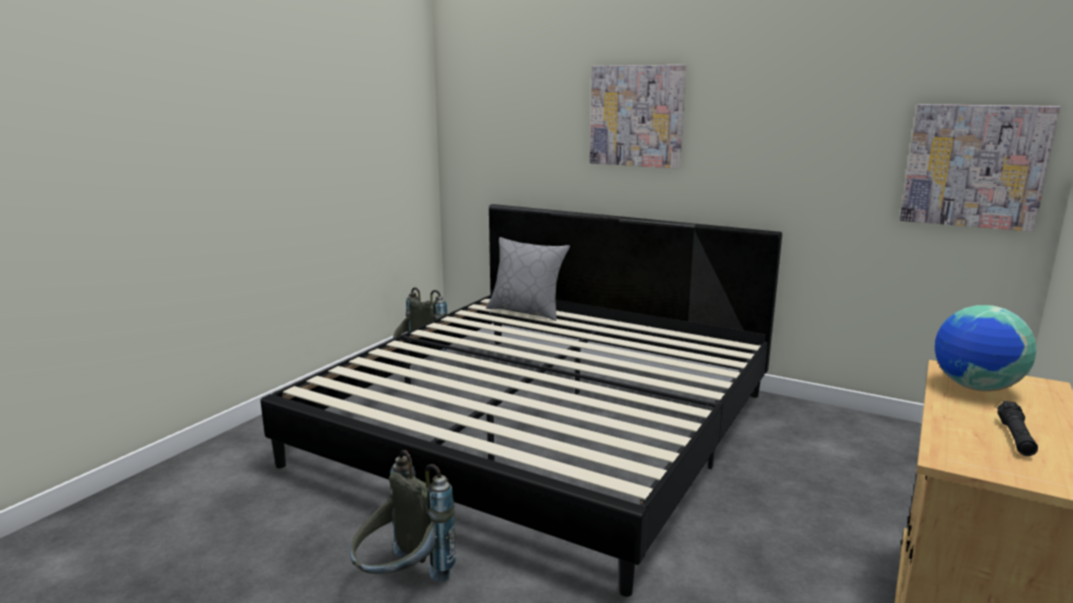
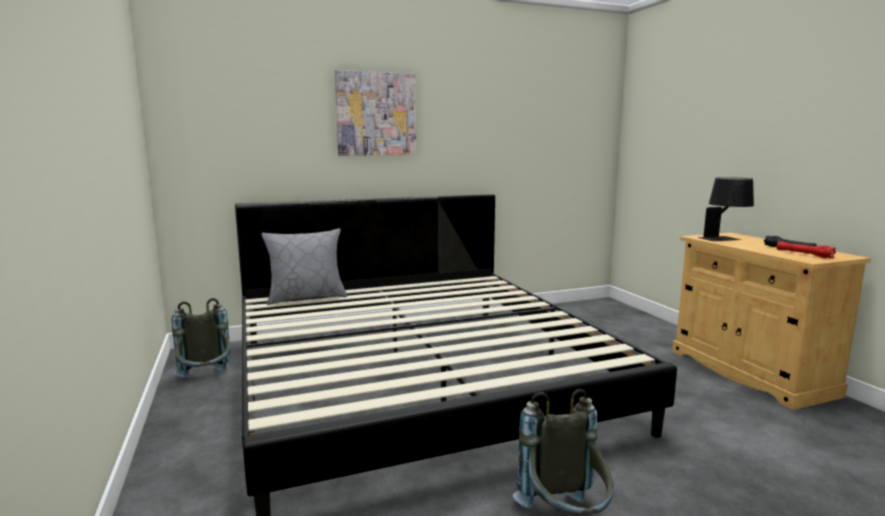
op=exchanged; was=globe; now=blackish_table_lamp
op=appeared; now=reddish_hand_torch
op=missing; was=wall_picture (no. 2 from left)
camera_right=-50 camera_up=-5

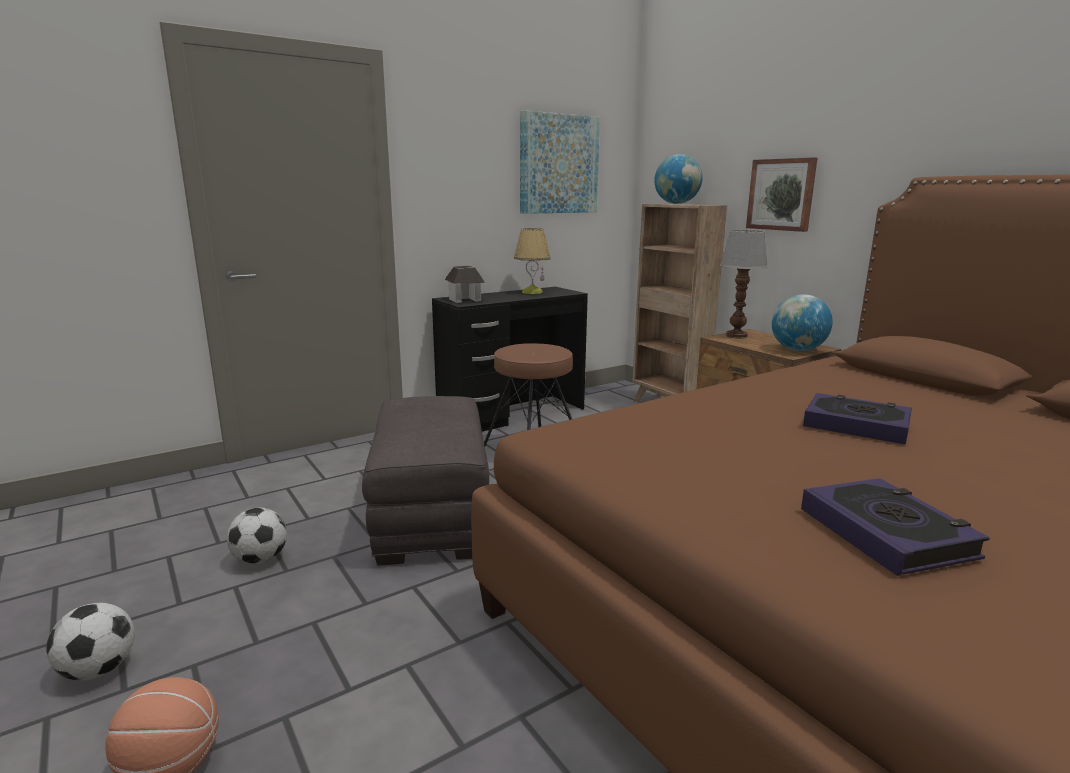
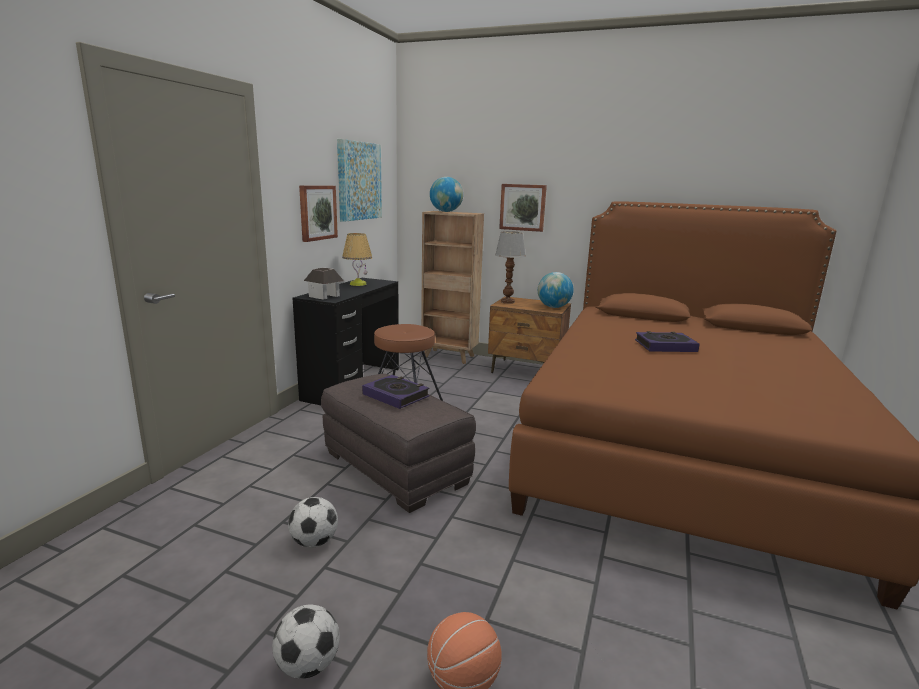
op=appeared; now=wall_picture (no. 1 from left)
op=relocated; was=book (no. 2 from left in the first image); now=book (no. 1 from left)
camera_right=-35 camera_up=0

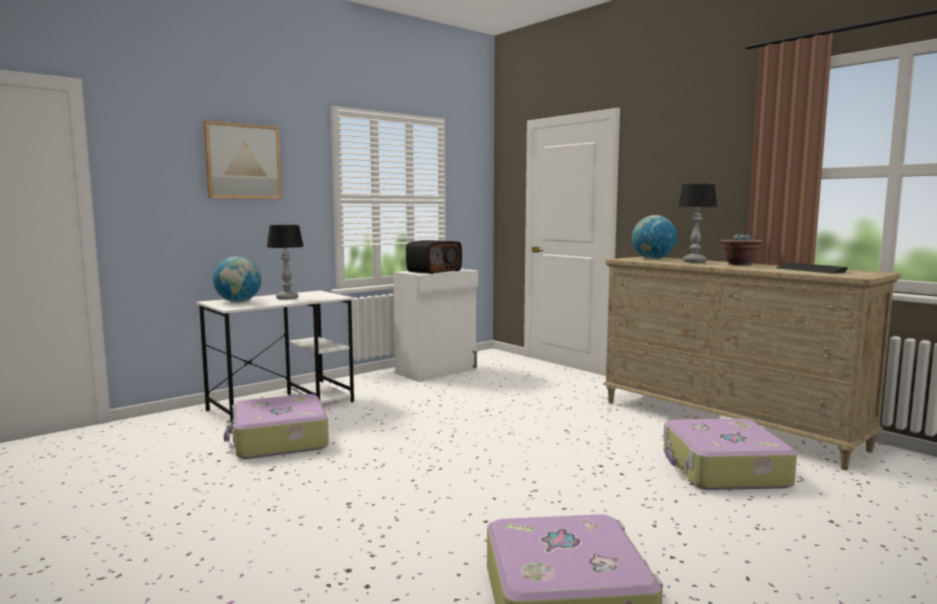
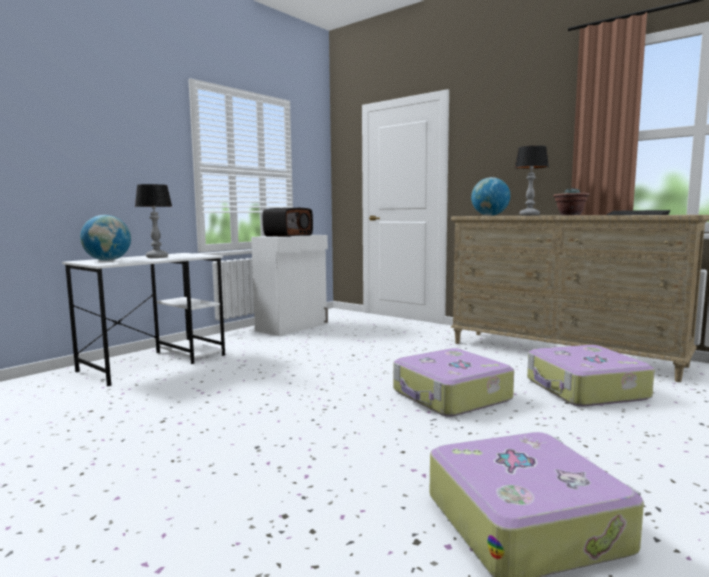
op=relocated; was=piece_of_luggage (no. 1 from left)
op=missing; was=wall_picture
camera_right=-10 camera_up=0

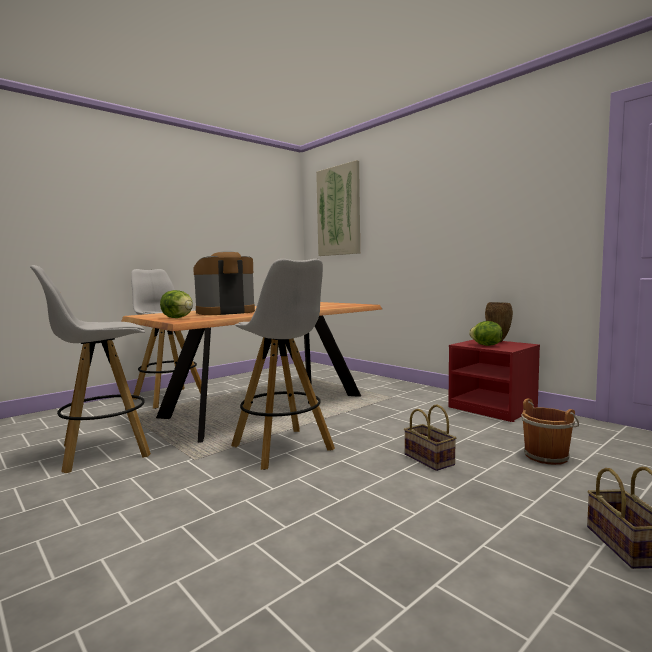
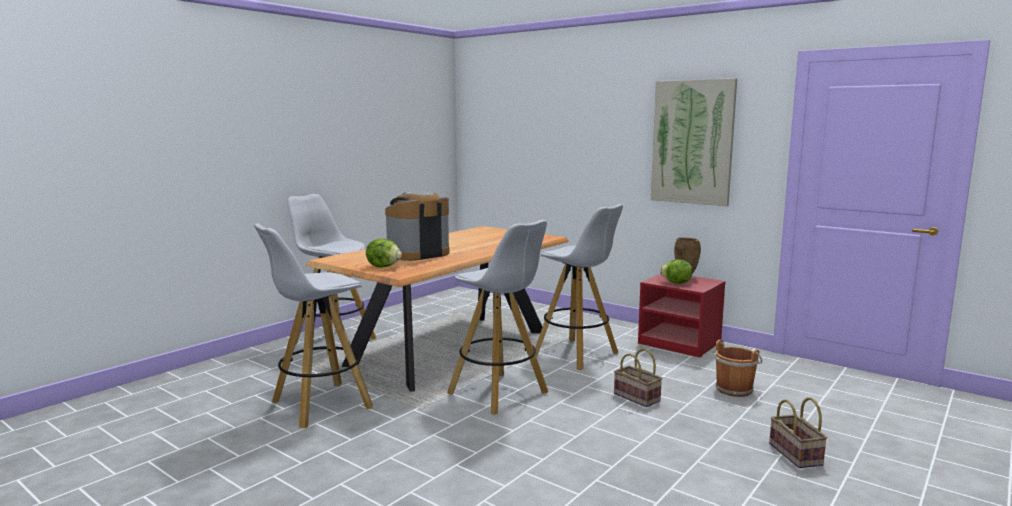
op=appeared; now=whitish_stool_seat (no. 4 from left)
op=relocated; was=wall_picture
camera_right=-10 camera_up=5

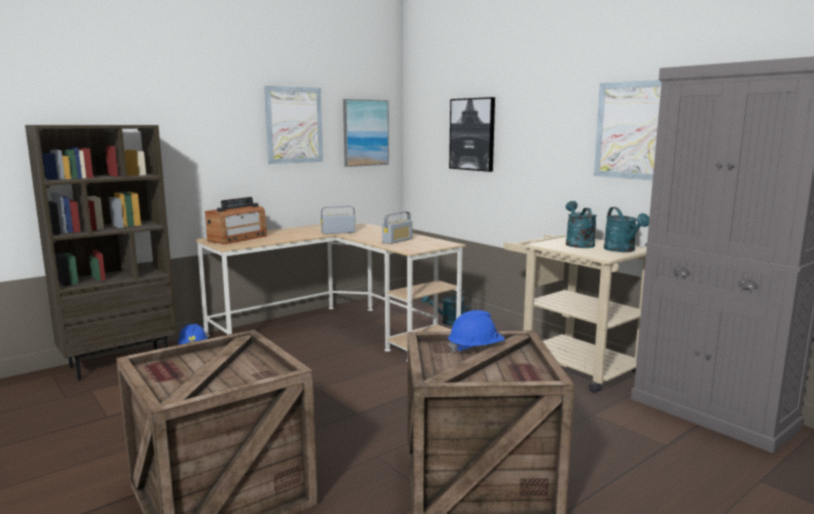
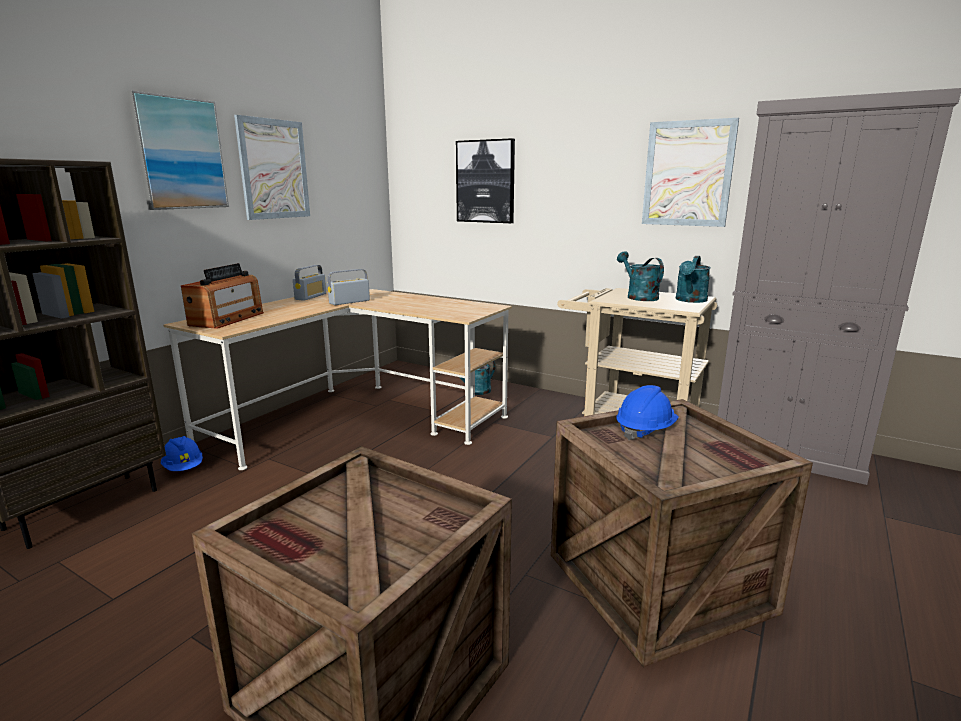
op=relocated; was=wall_picture (no. 2 from left in the first image); now=wall_picture (no. 1 from left)
op=relocated; was=radio (no. 3 from left in the first image); now=radio (no. 2 from left)
op=spun; was=turquoise-coloured_watering_can (no. 3 from left); clockwise=60
camera_right=-20 camera_up=5

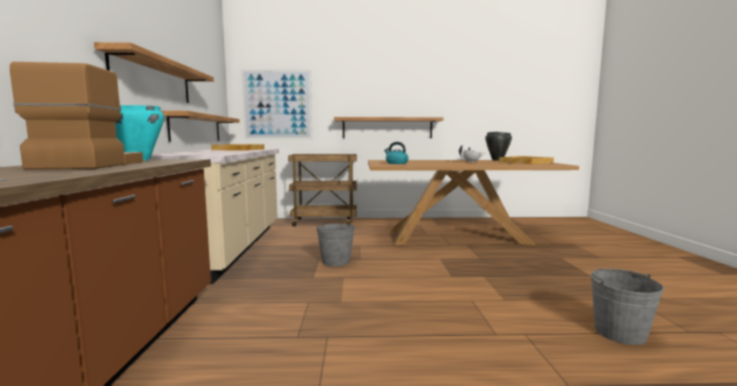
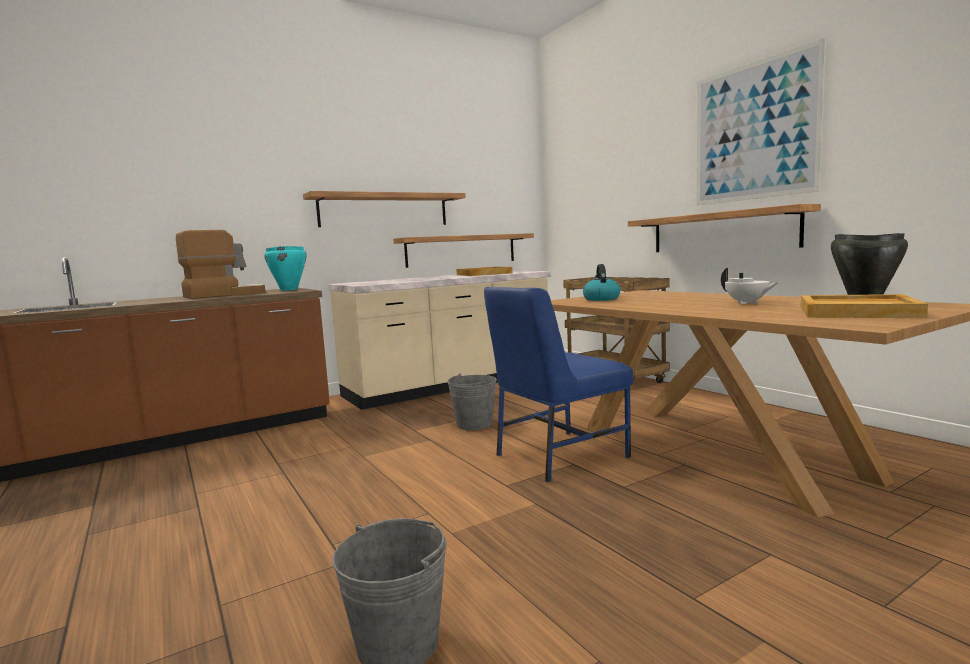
op=appeared; now=bluish_plain_chair
op=relocated; was=wall_picture
camera_right=60 camera_up=0

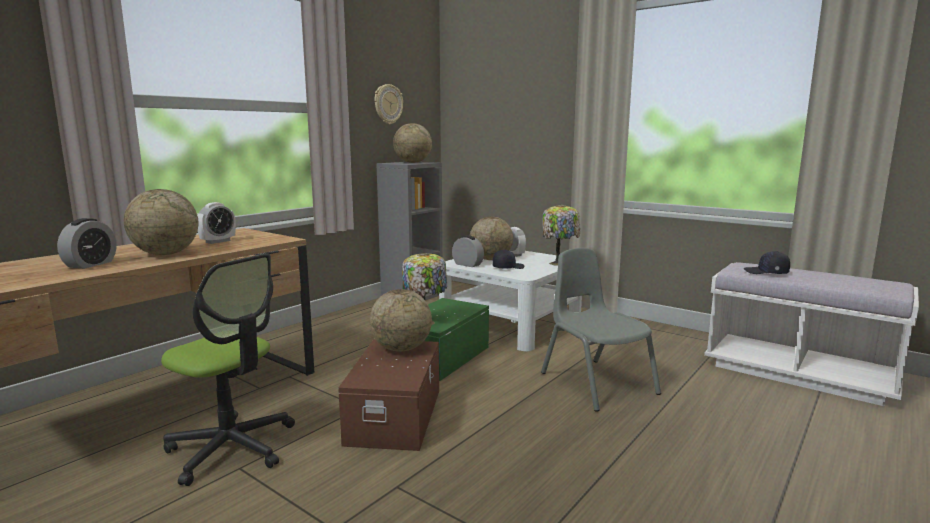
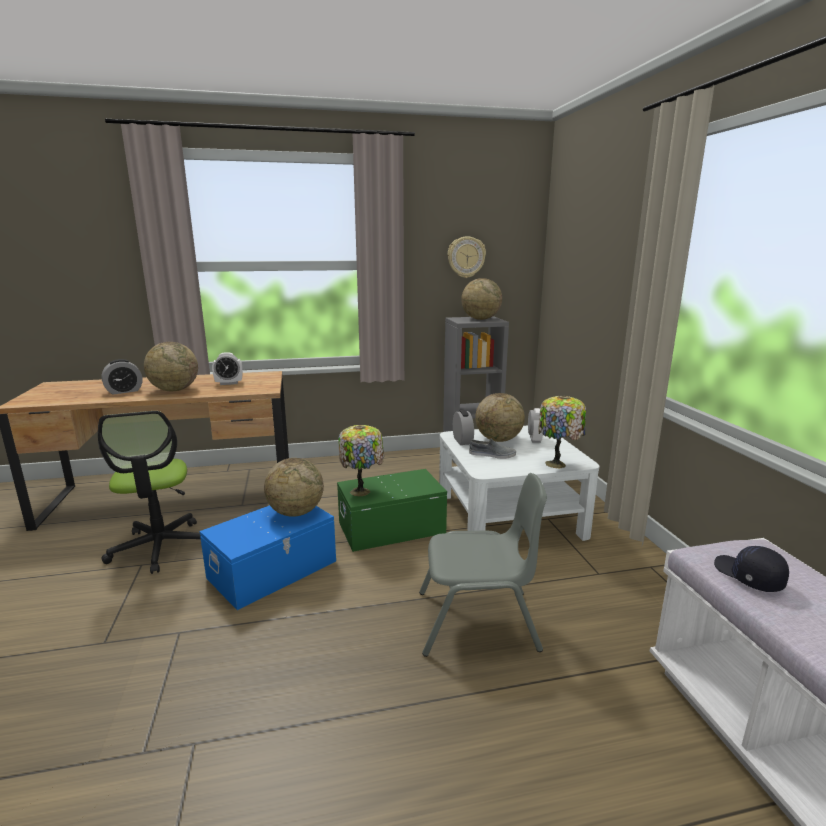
op=colour; was=brown_storage_box; now=bluish_storage_box
op=spun; was=gray_plain_chair; clockwise=75
op=exchanged; was=blackish_baseball_cap (no. 1 from left); now=gray_low_shoe
camera_right=40 camera_up=5

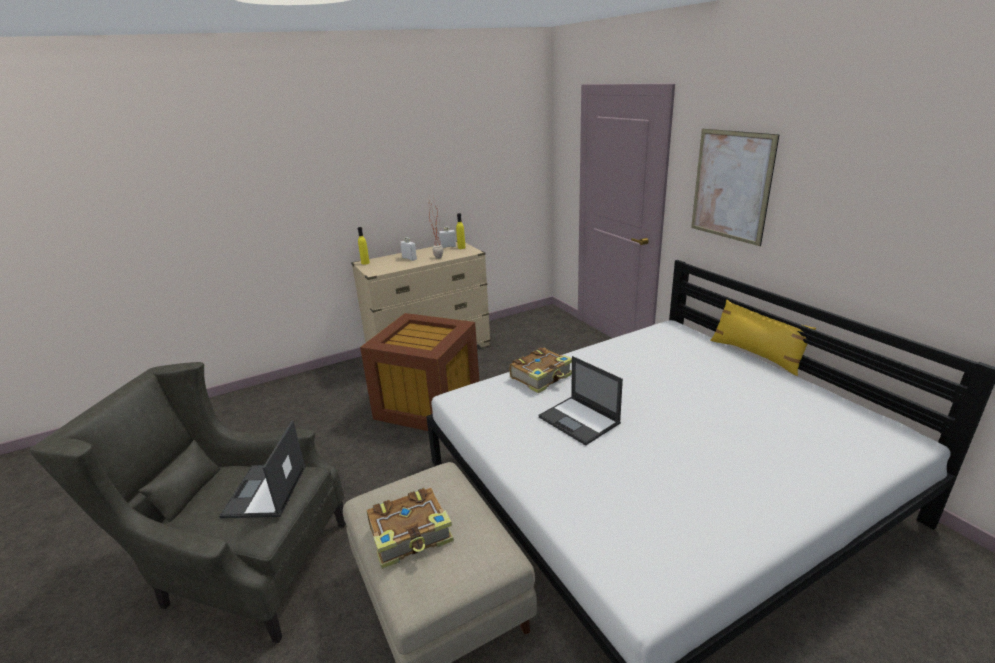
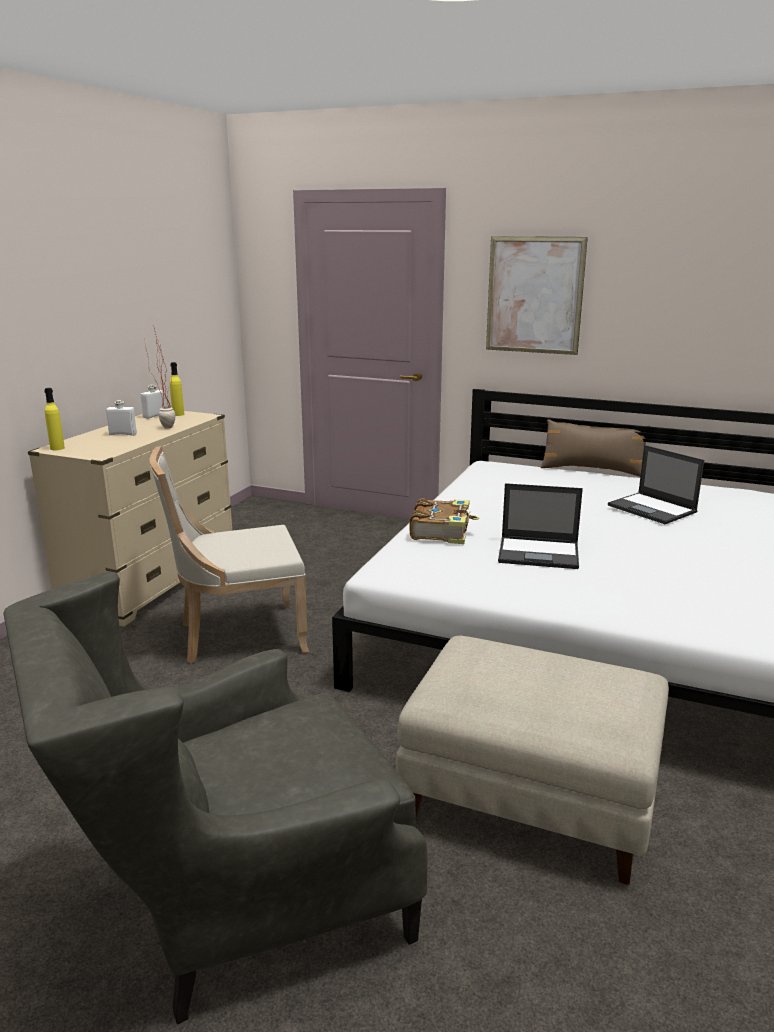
op=exchanged; was=brown_storage_box; now=sand-coloured_plain_chair
op=colour; was=yellow-coloured_pillow; now=brown_pillow
op=relocated; was=portable_computer (no. 1 from left in the first image); now=portable_computer (no. 2 from left)
op=missing; was=book (no. 1 from left)
camera_right=-40 camera_up=-5

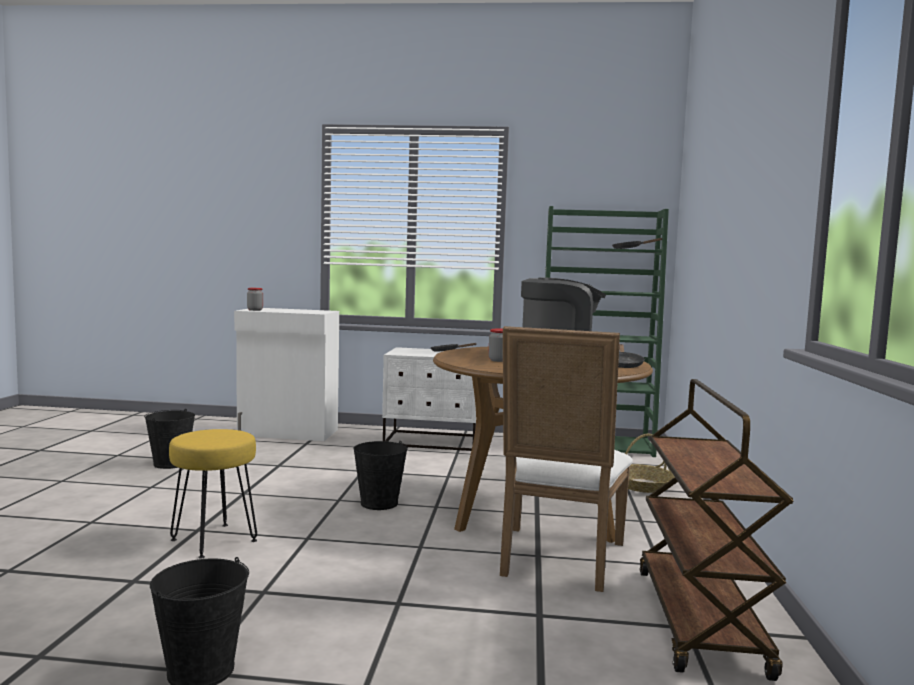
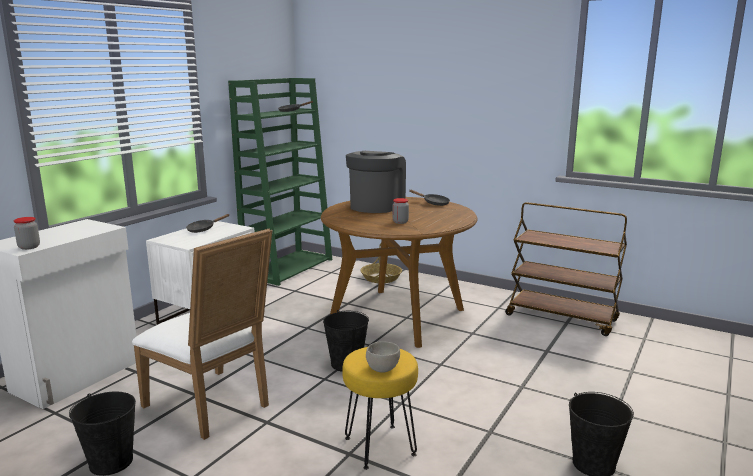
op=relocated; was=whitish_plain_chair
op=appeared; now=gray_bowl
camera_right=-65 camera_up=10

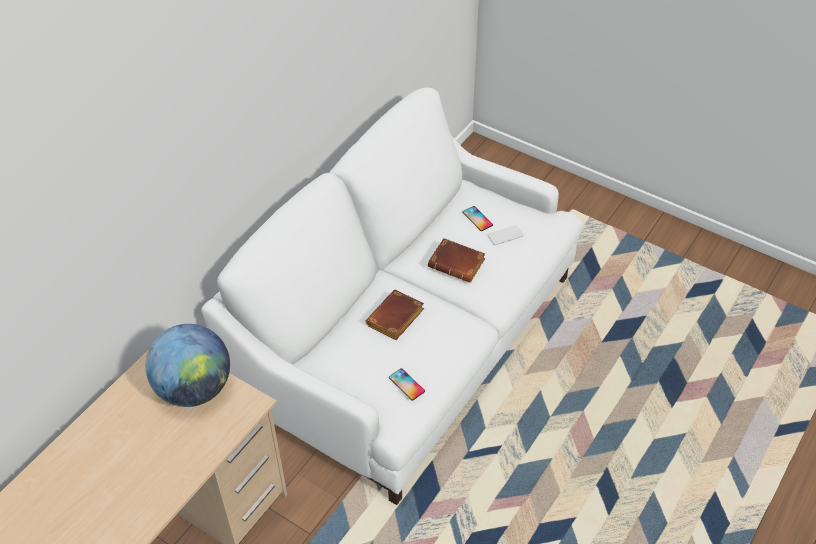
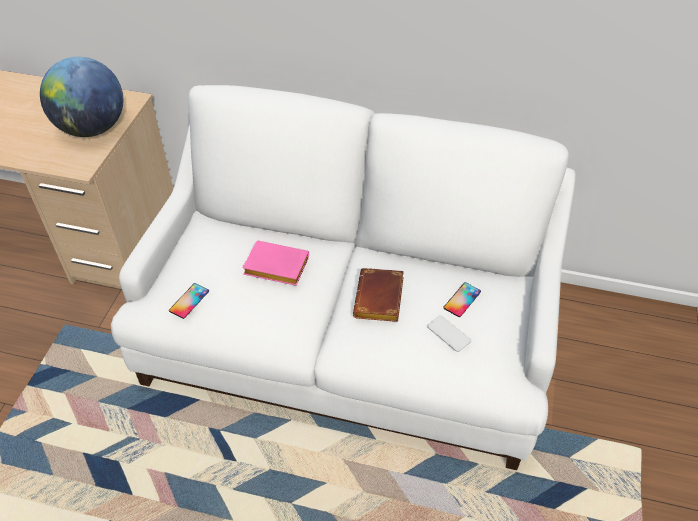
op=colour; was=brown_book (no. 1 from left); now=pink-coloured_book
camera_right=70 camera_up=0

